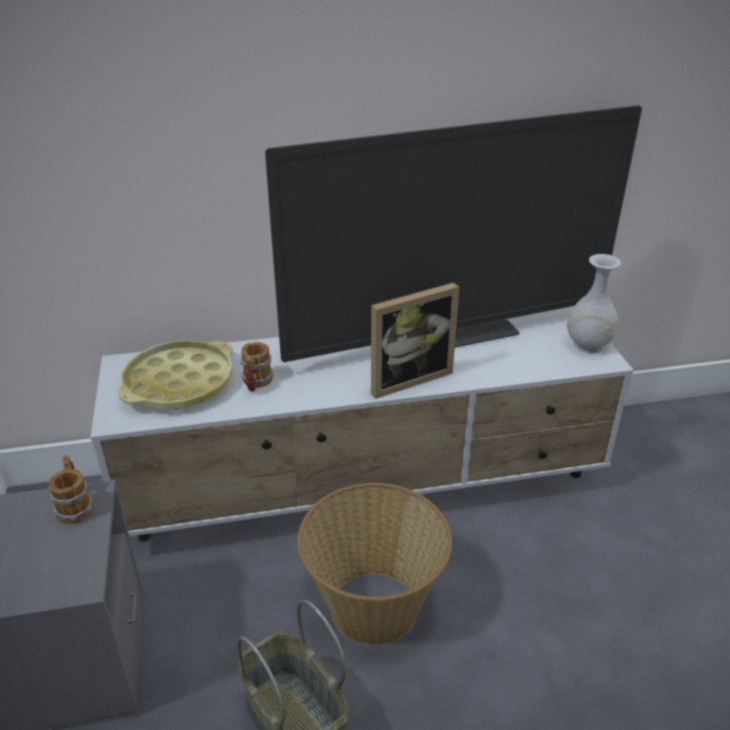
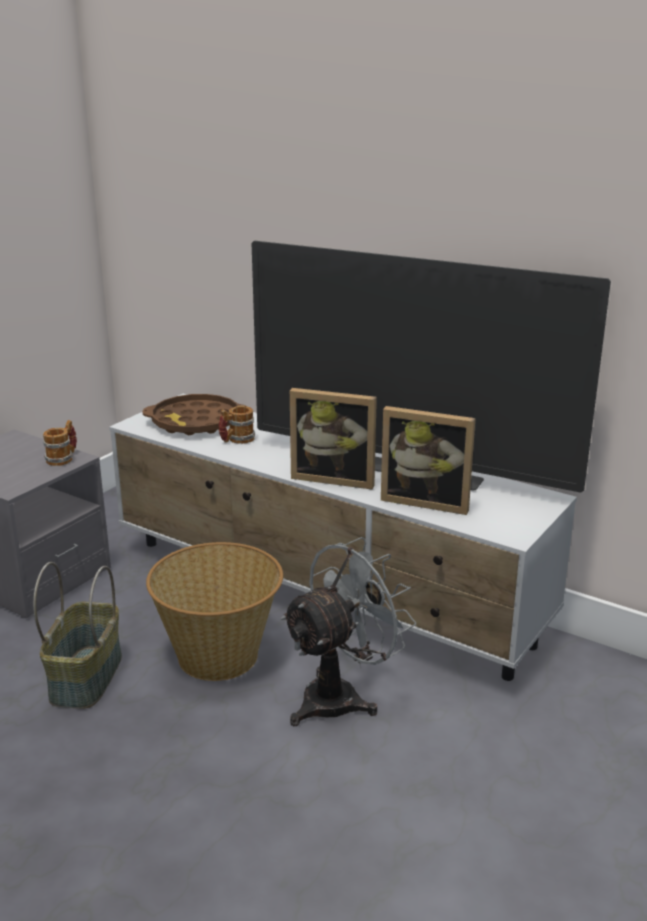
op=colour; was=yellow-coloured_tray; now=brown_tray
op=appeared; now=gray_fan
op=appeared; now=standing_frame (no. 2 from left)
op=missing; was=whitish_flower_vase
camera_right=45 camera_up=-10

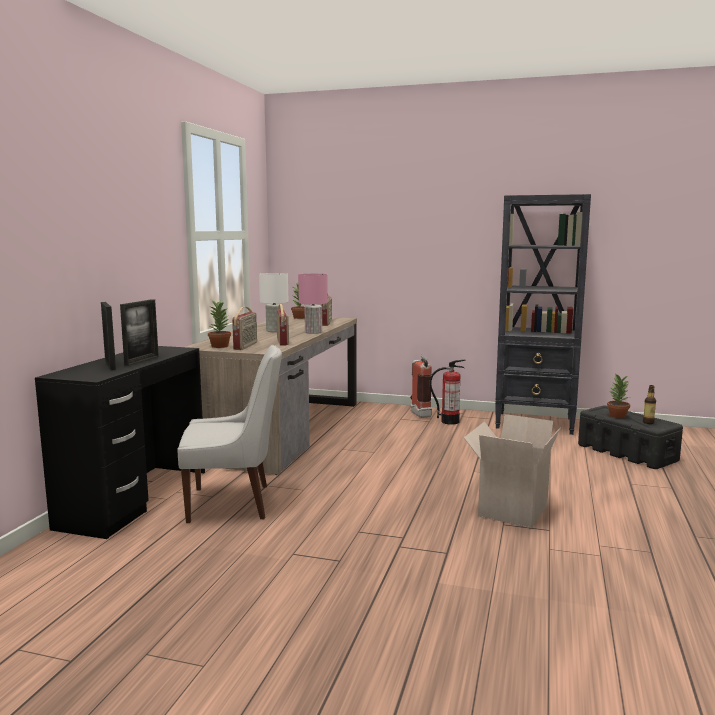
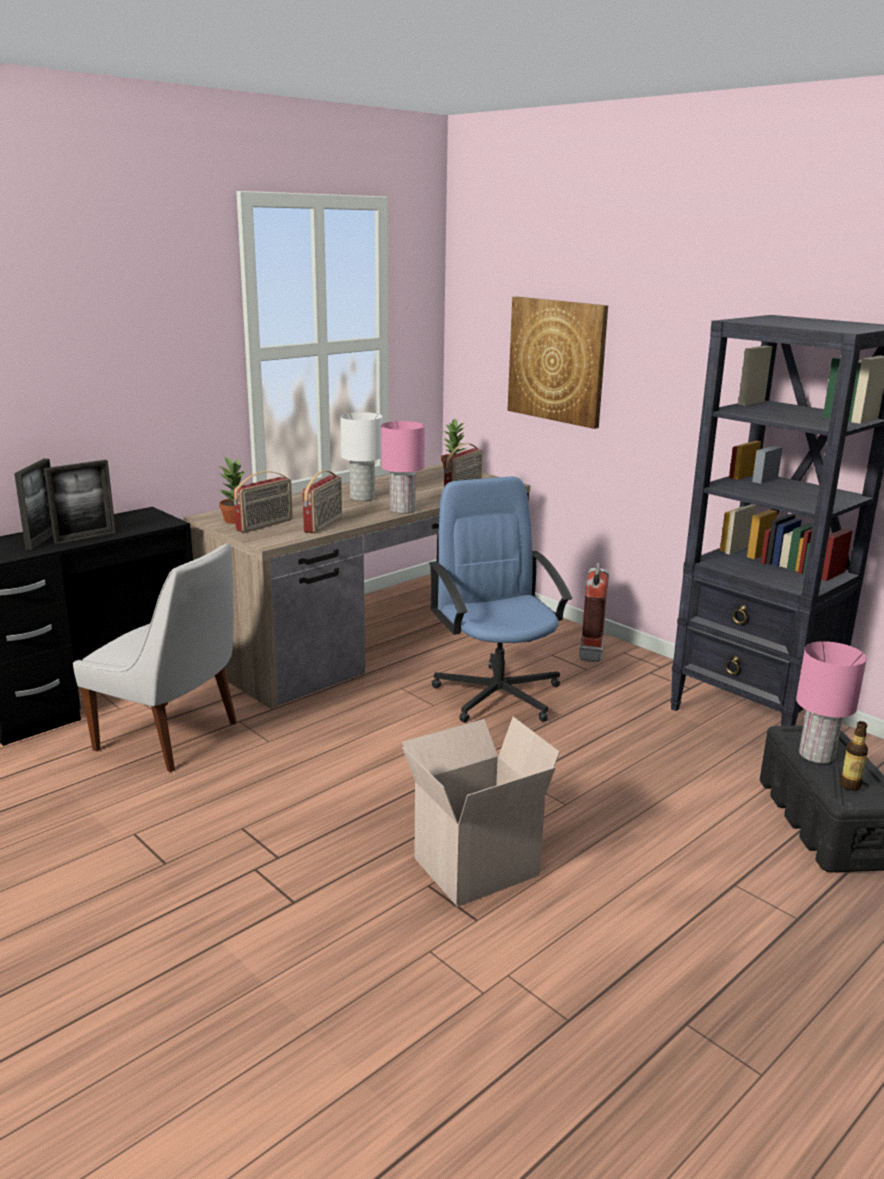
op=appeared; now=bluish_office_chair
op=appeared; now=wall_picture
op=exchanged; was=plant_in_a_pot (no. 3 from left); now=pink-coloured_table_lamp (no. 2 from left)
op=missing; was=extinguisher (no. 2 from left)
camera_right=30 camera_up=10

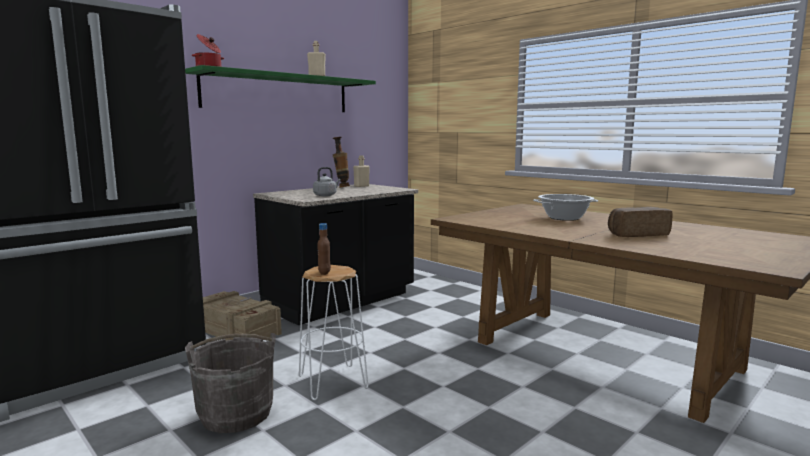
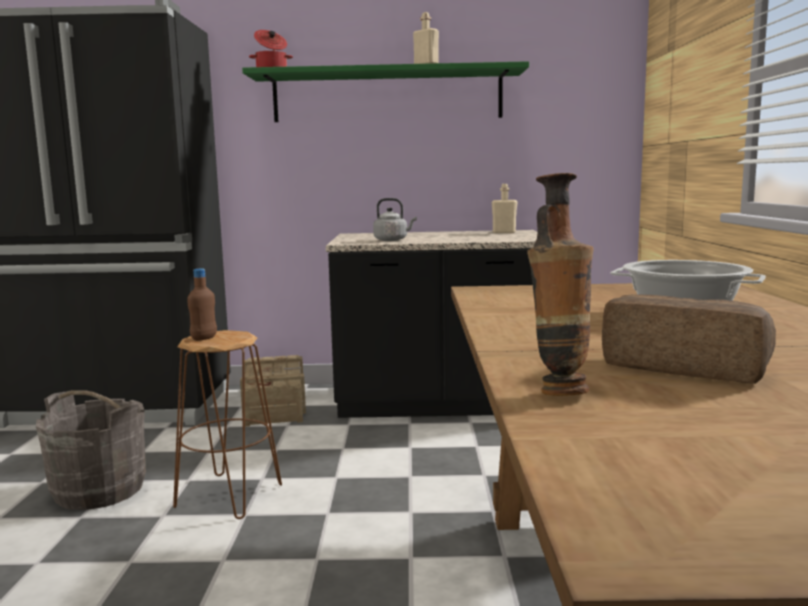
op=colour; was=whitish_stool_seat; now=brown_stool_seat
op=relocated; was=flower_vase
camera_right=45 camera_up=0

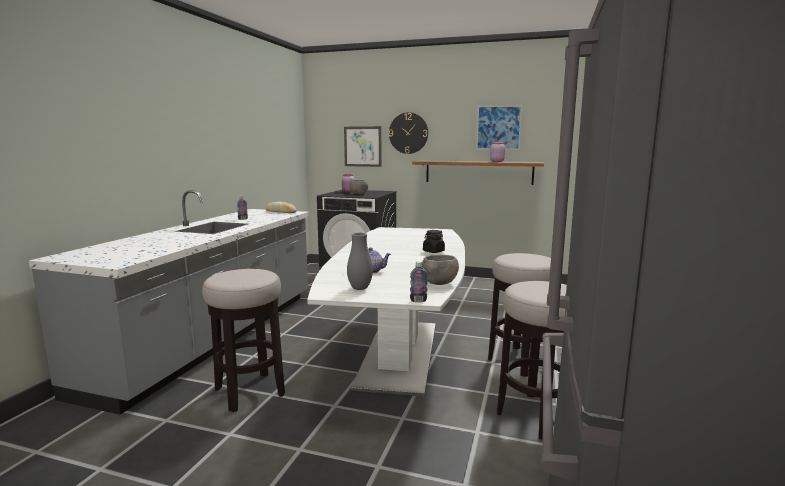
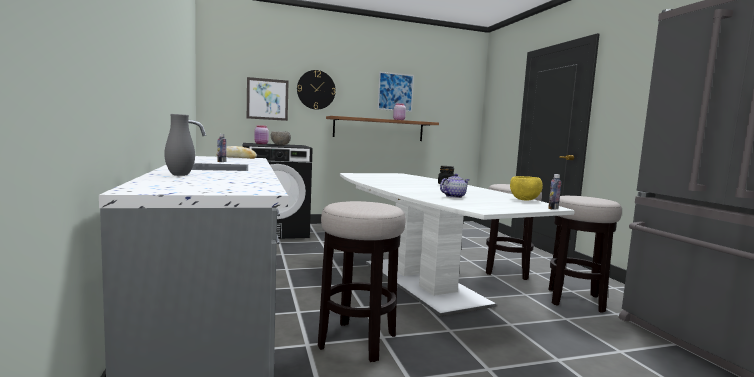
op=relocated; was=gray_flower_vase
op=colour; was=gray_bowl (no. 2 from left); now=yellow-coloured_bowl
camera_right=-35 camera_up=-5

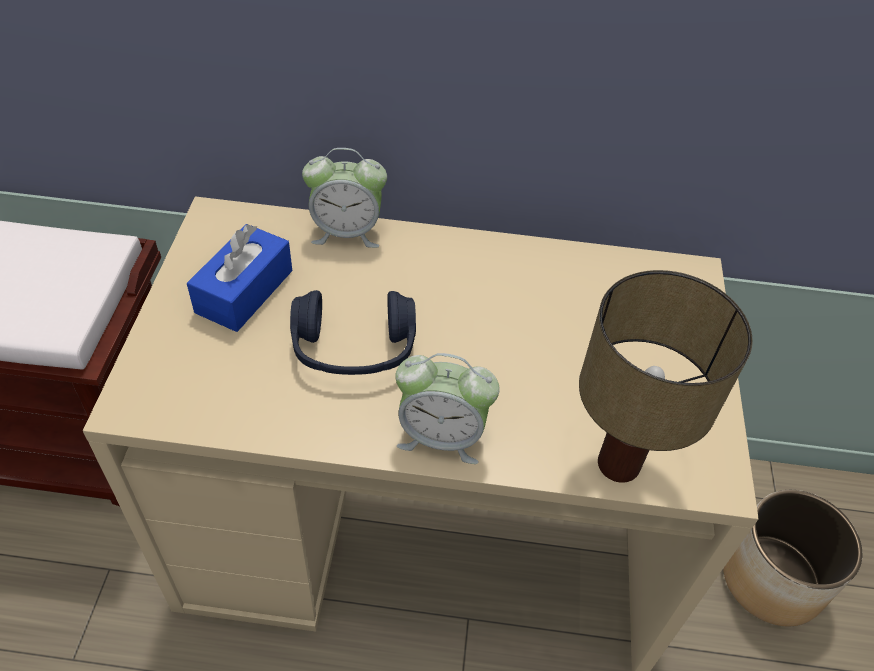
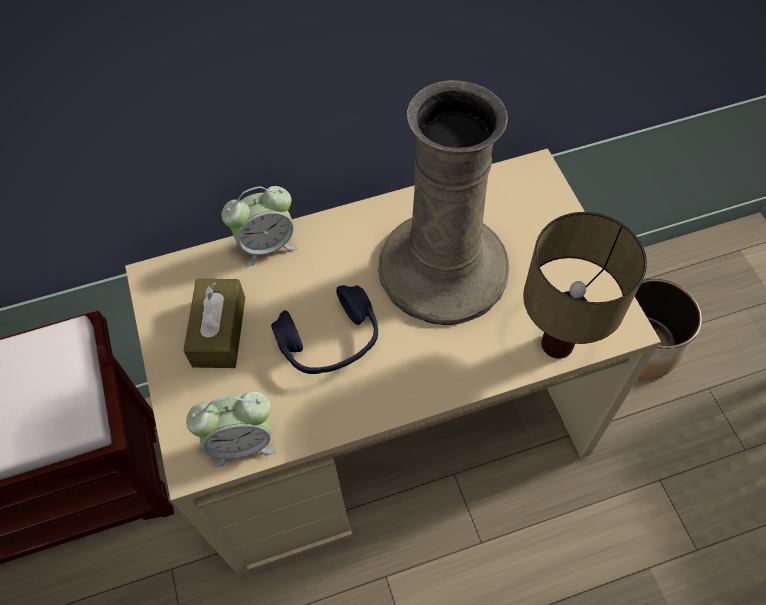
op=colour; was=bluish_tissue_holder; now=brown_tissue_holder
op=relocated; was=bedside_clock (no. 2 from left in the first image); now=bedside_clock (no. 1 from left)
op=appeared; now=sand-coloured_flower_vase
camera_right=-20 camera_up=10

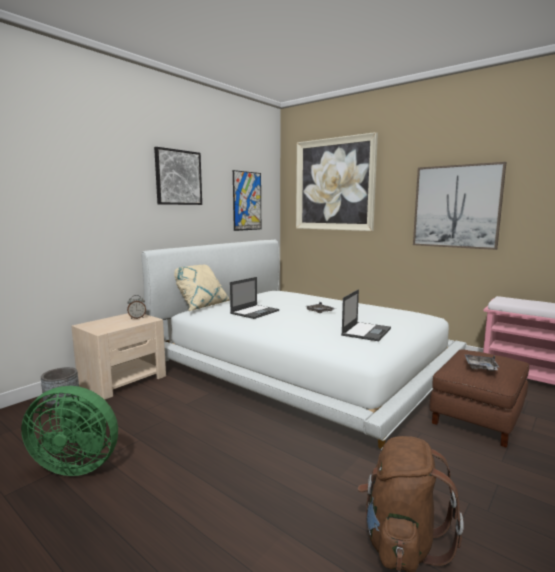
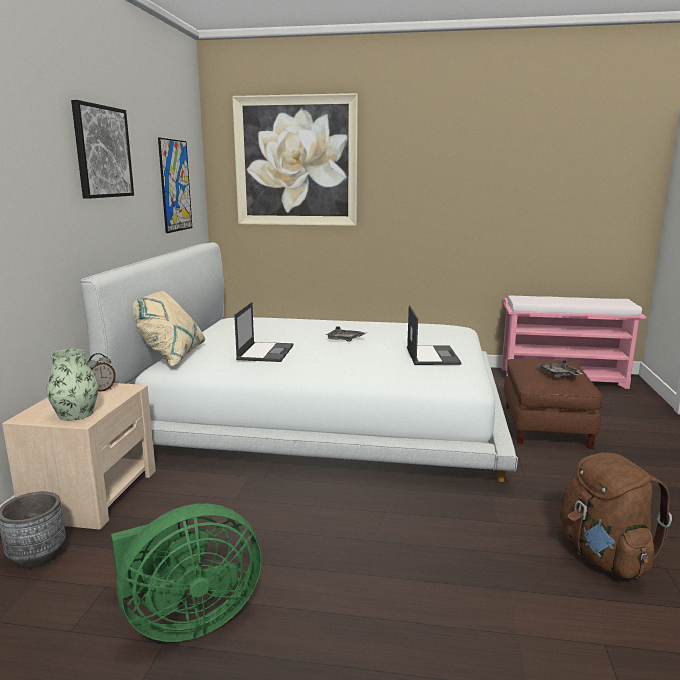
op=appeared; now=flower_vase
op=missing; was=wall_picture (no. 4 from left)
camera_right=-30 camera_up=5

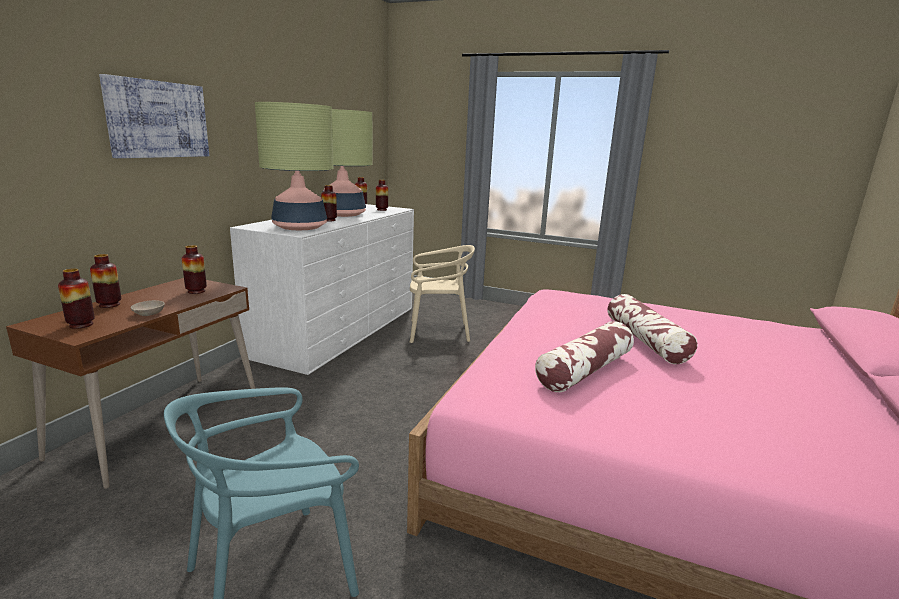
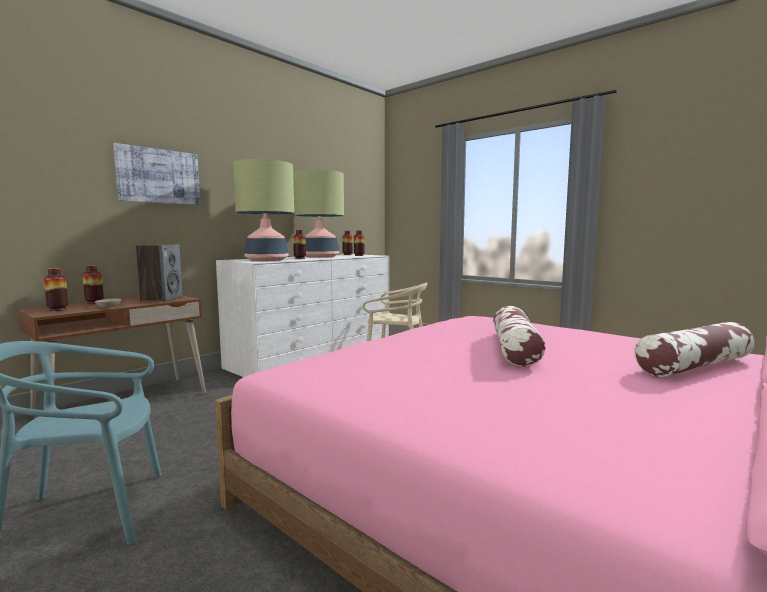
op=exchanged; was=flower_vase (no. 3 from left); now=audio_speaker
op=relocated; was=pillow (no. 1 from left in the first image); now=pillow (no. 2 from left)
camera_right=20 camera_up=-10

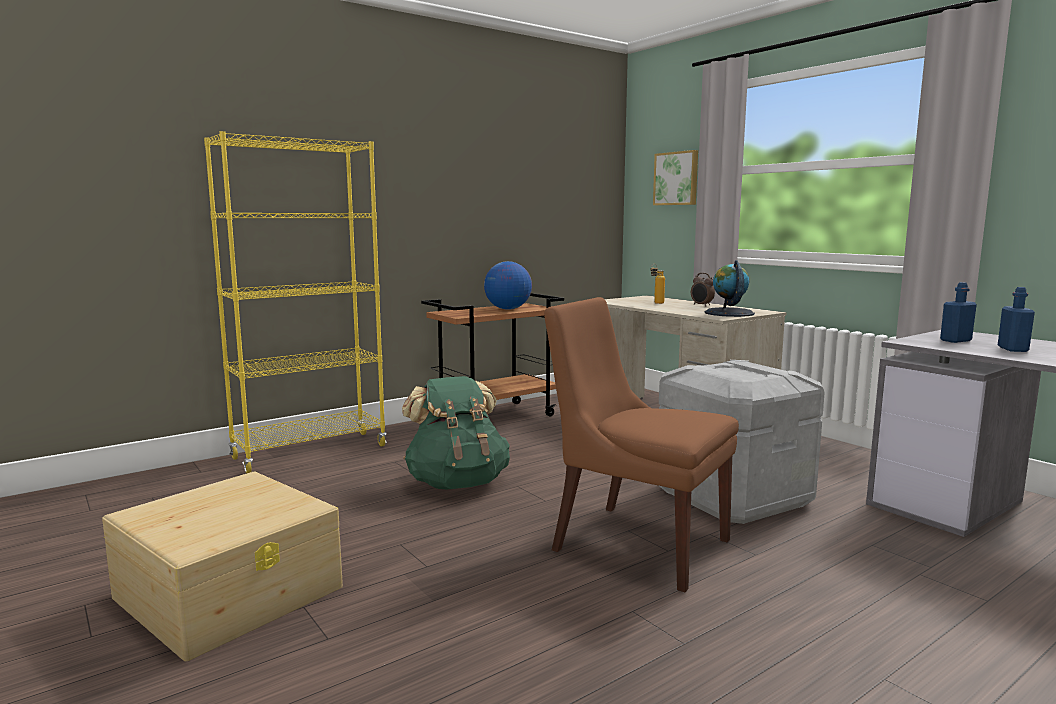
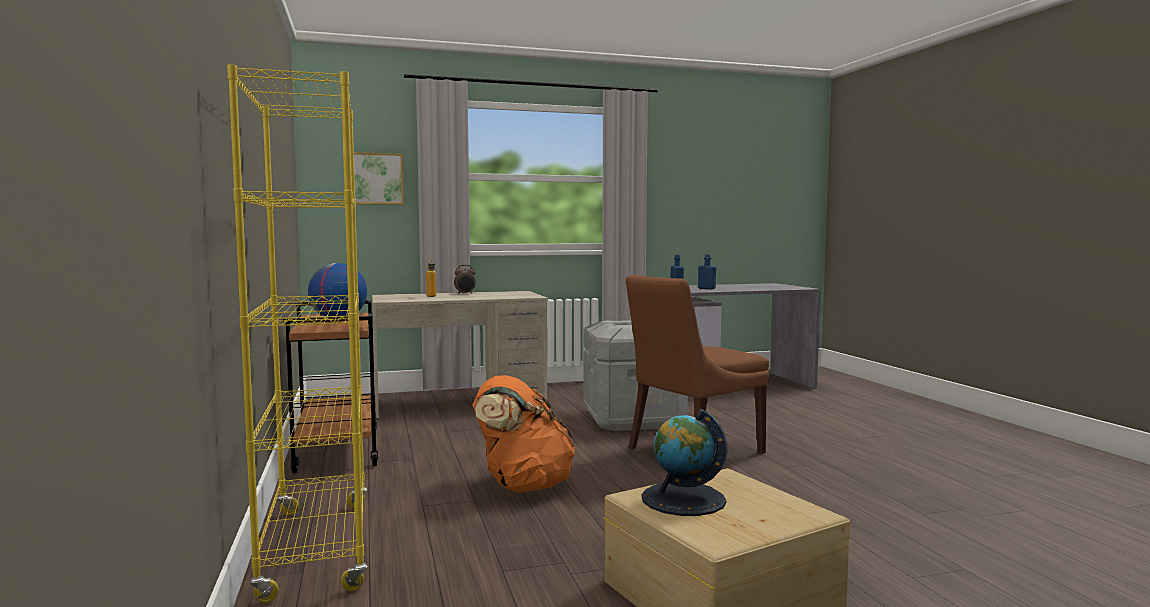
op=colour; was=green-coloured_rucksack; now=orangey_rucksack
op=relocated; was=globe (no. 2 from left)
camera_right=-70 camera_up=-5

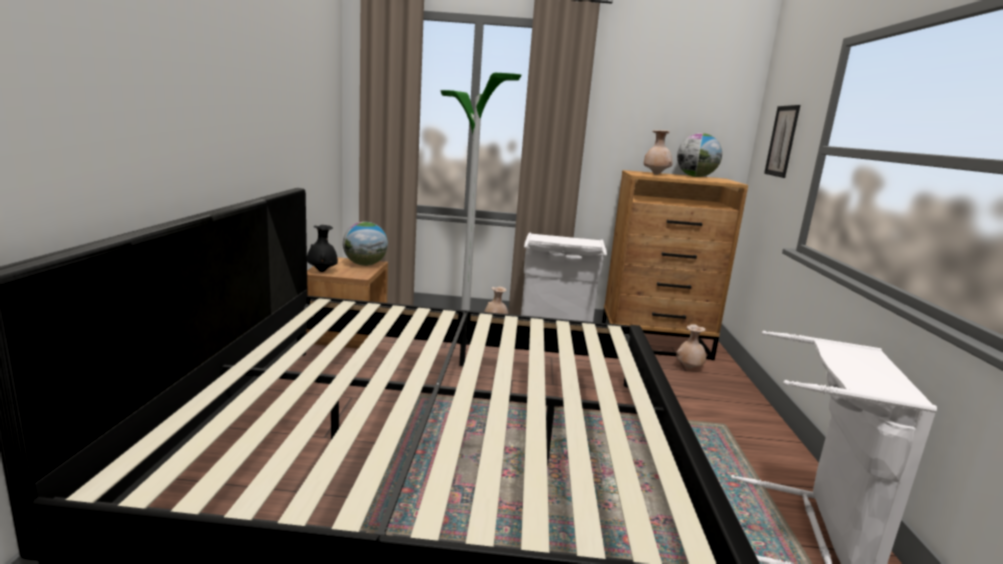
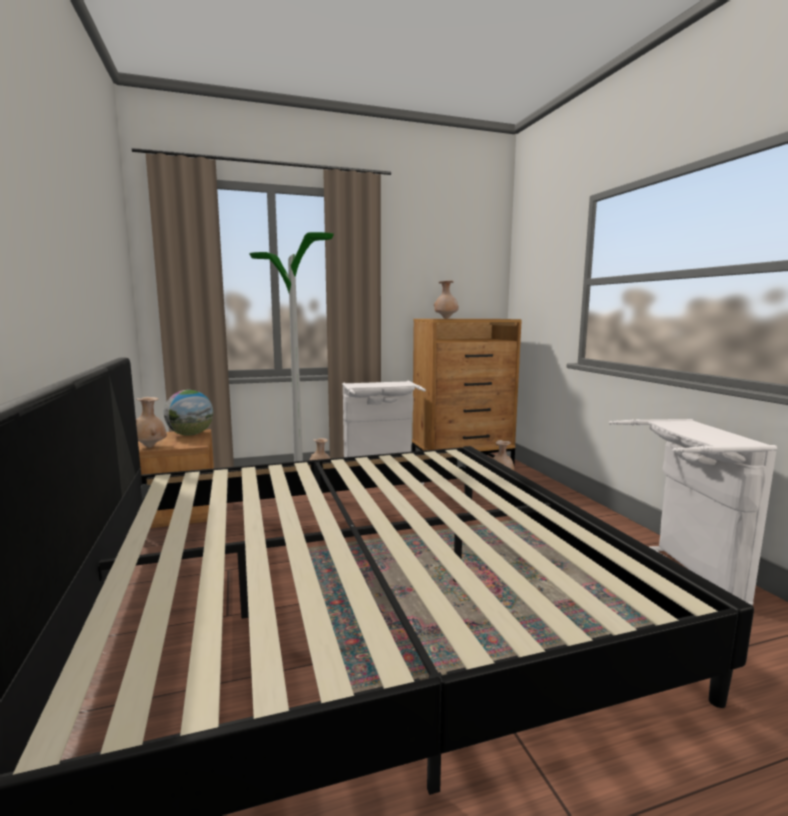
op=colour; was=blackish_flower_vase; now=sand-coloured_flower_vase (no. 1 from left)
op=missing; was=globe (no. 2 from left)
op=missing; was=wall_picture
camera_right=-20 camera_up=-5

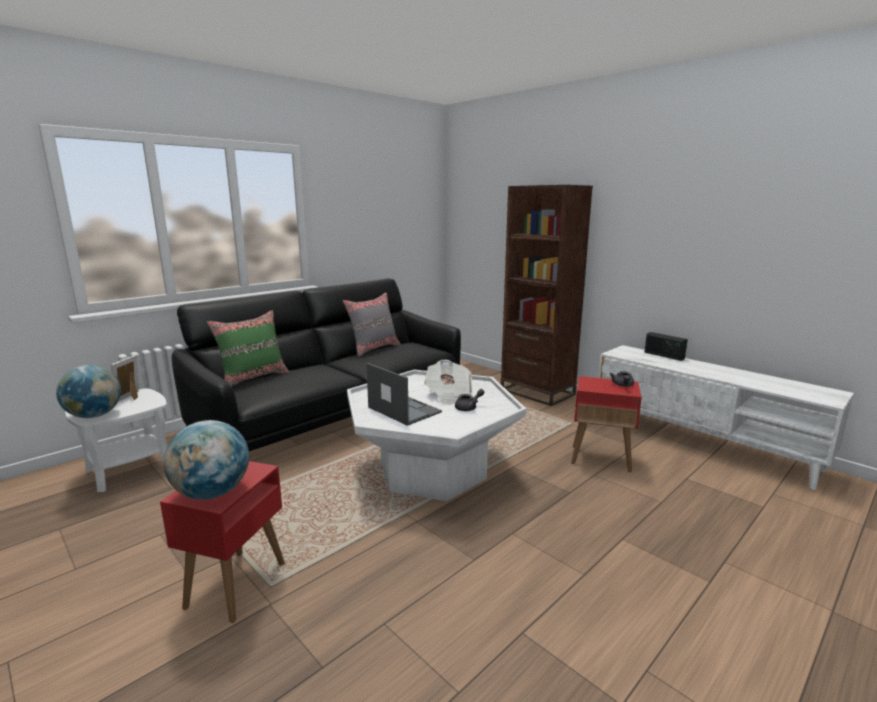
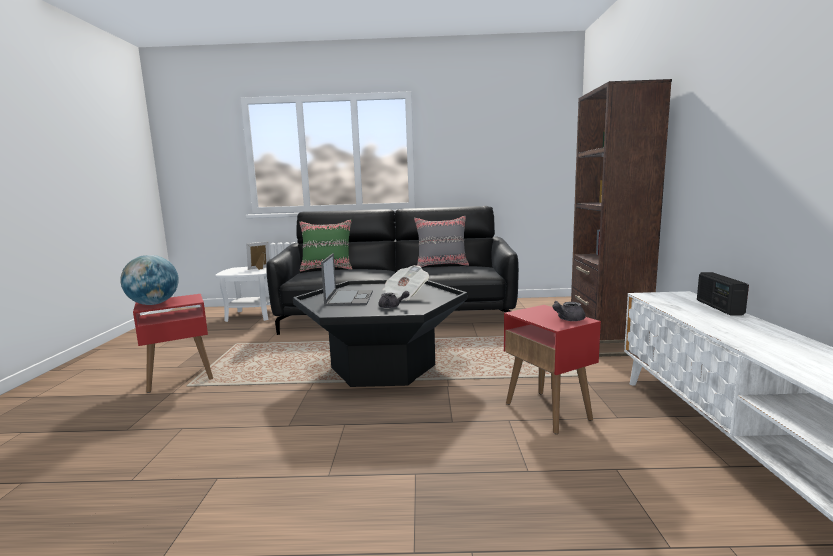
op=colour; was=whitish_low_table; now=blackish_low_table
op=missing; was=globe (no. 1 from left)
camera_right=45 camera_up=-5

